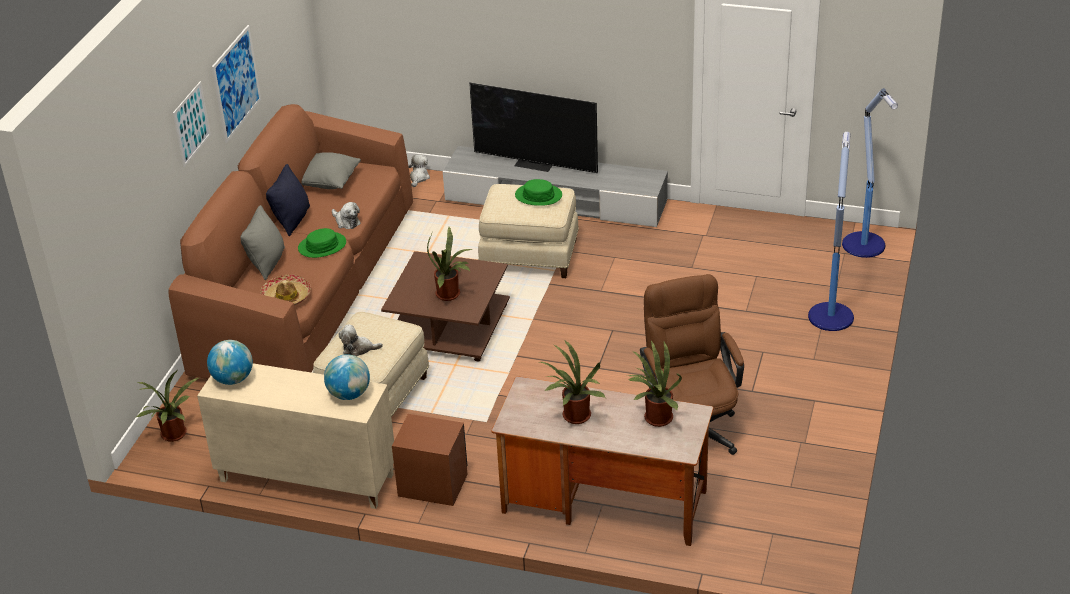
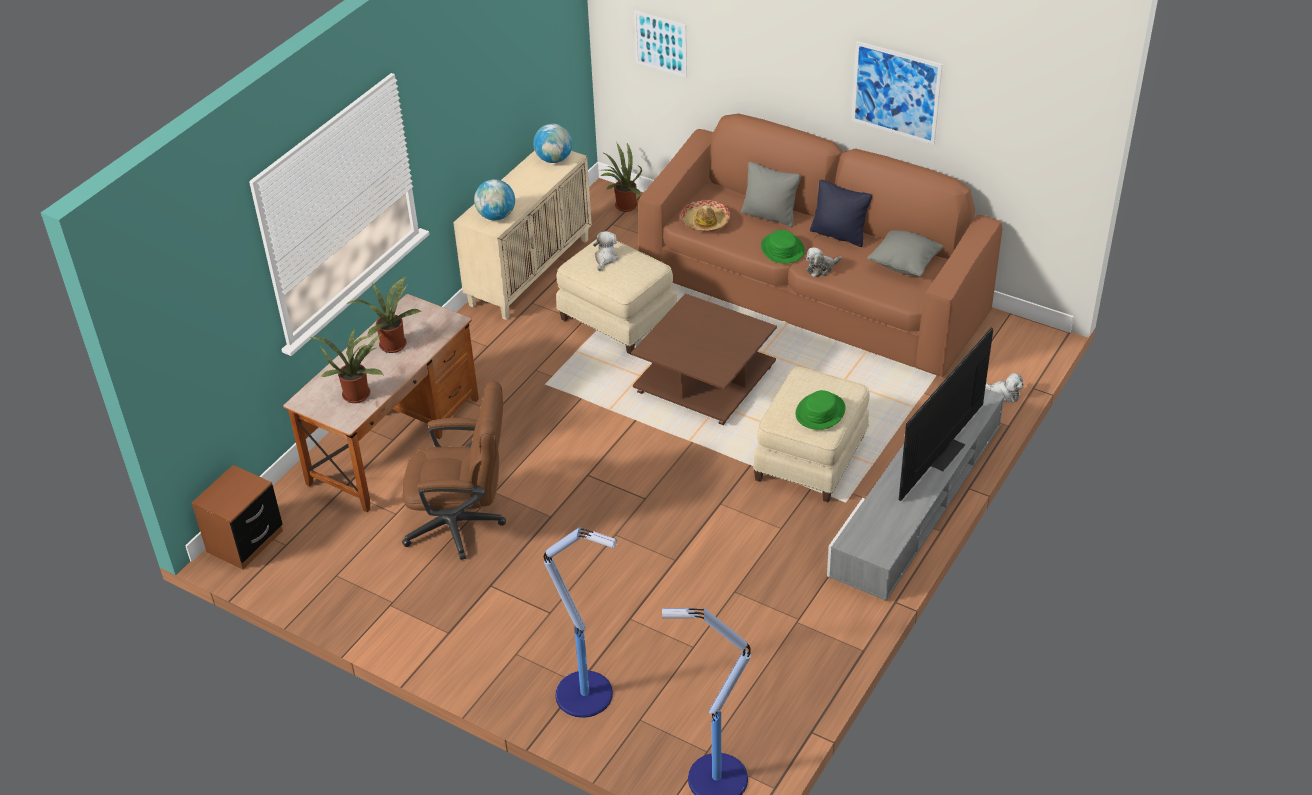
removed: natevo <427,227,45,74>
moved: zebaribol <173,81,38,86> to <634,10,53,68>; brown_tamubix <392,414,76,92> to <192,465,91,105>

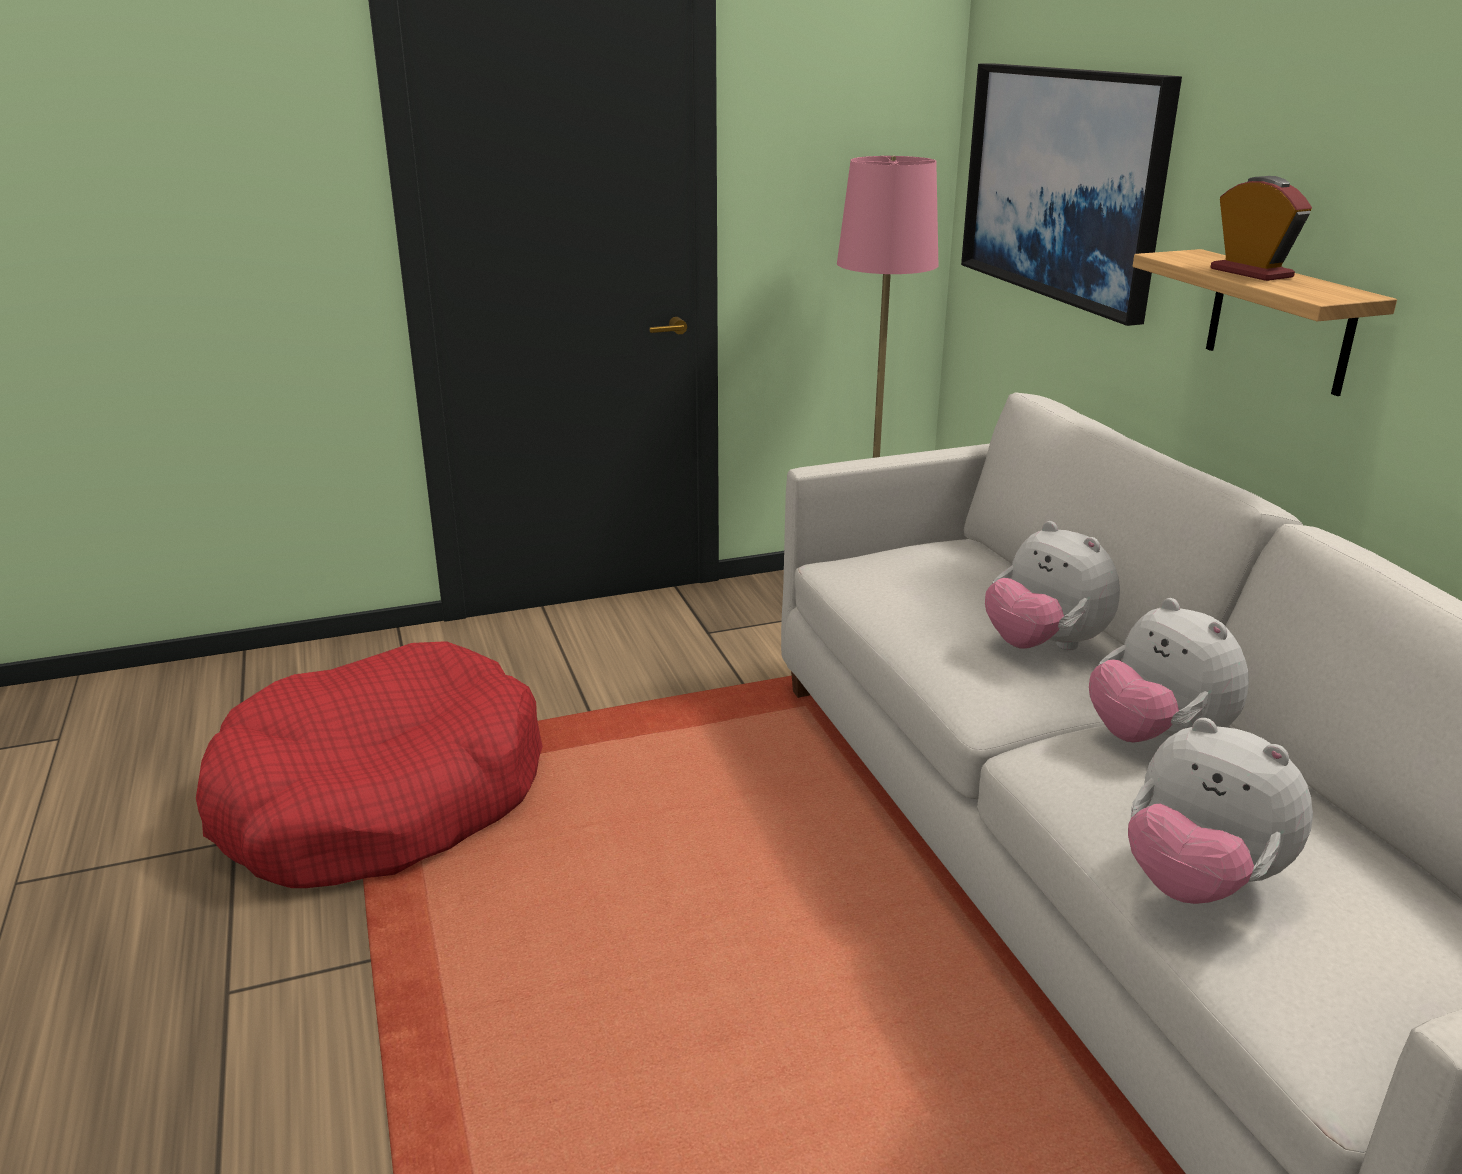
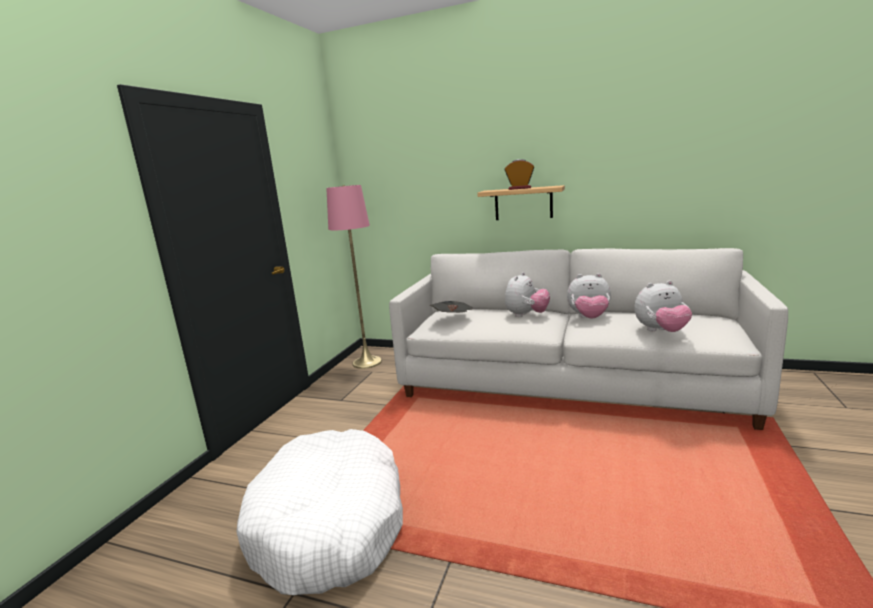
removed: zebaribol <961,63,221,263>
added: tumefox <430,301,43,12>
recoloured: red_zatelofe <196,641,347,247> to white_zatelofe <237,429,166,166>
turned: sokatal <985,521,135,129> = <505,272,45,45> 60 degrees counterclockwise

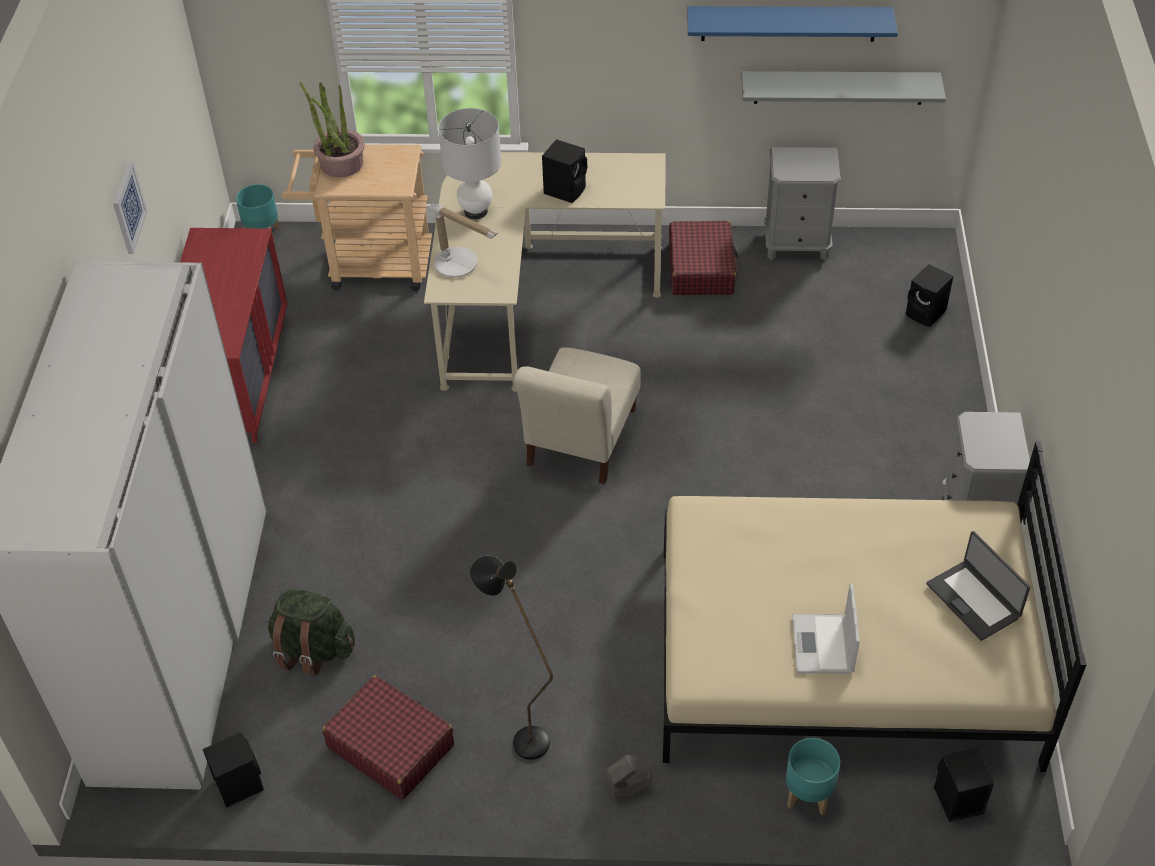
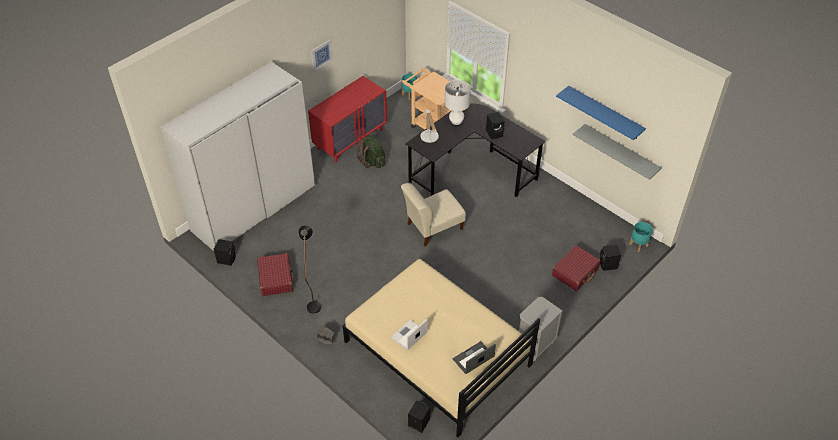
removed: natevo <300,82,65,96>; grey_tamubix <764,147,77,113>
moved: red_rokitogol <669,221,69,74> to <552,245,49,46>; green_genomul <268,589,87,86> to <356,135,29,33>; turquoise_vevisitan <786,738,54,77> to <629,222,24,30>
recoloured: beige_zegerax <424,152,242,240> to black_zegerax <405,104,141,93>
turned: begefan <926,531,104,110> = <453,341,43,33> 45 degrees clockwise

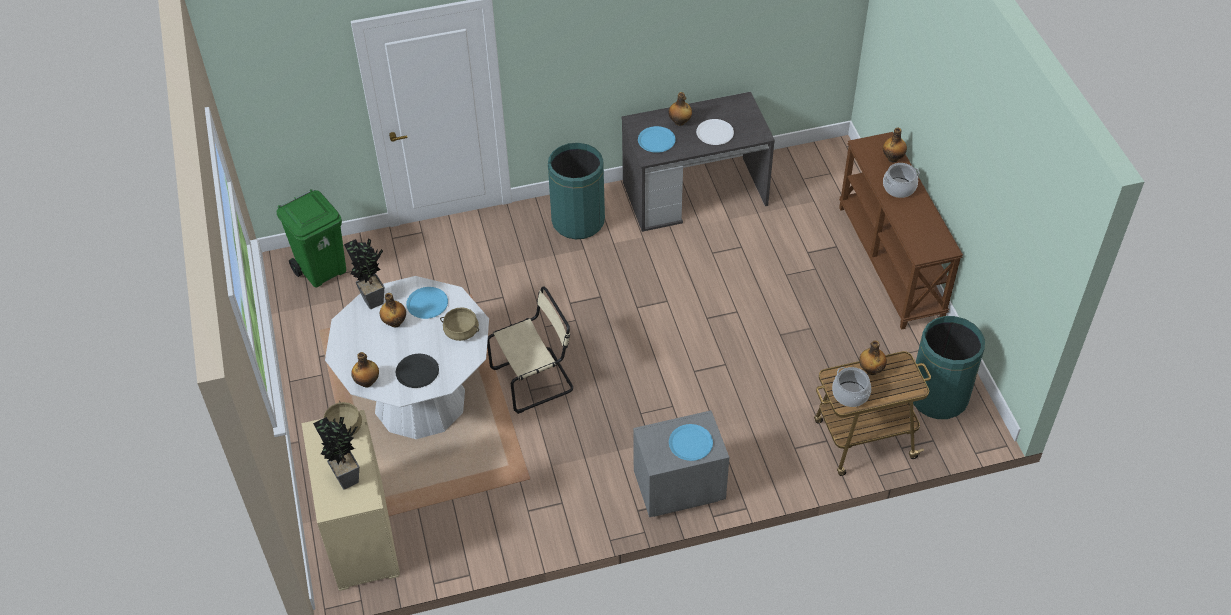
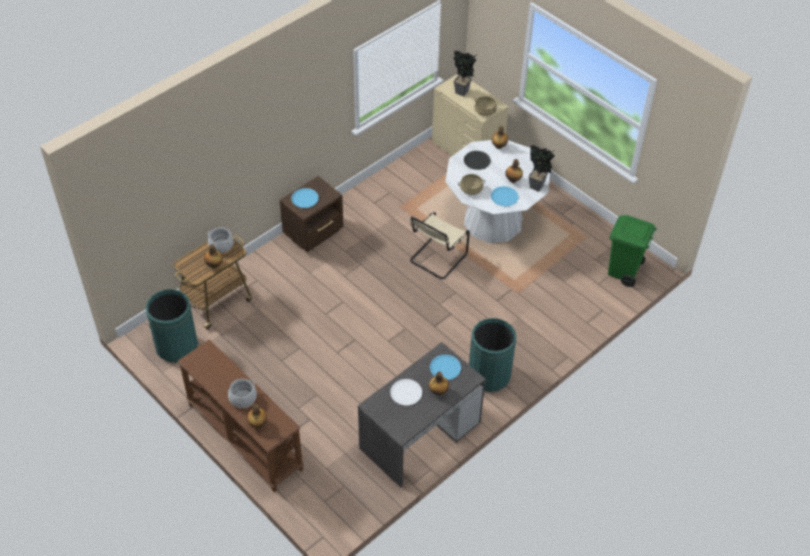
recoloured: grey_tamubix <633,410,96,107> to brown_tamubix <280,176,64,76>

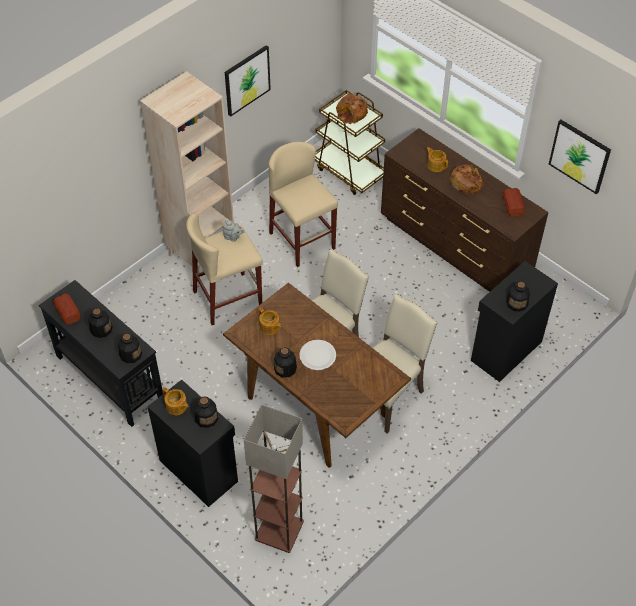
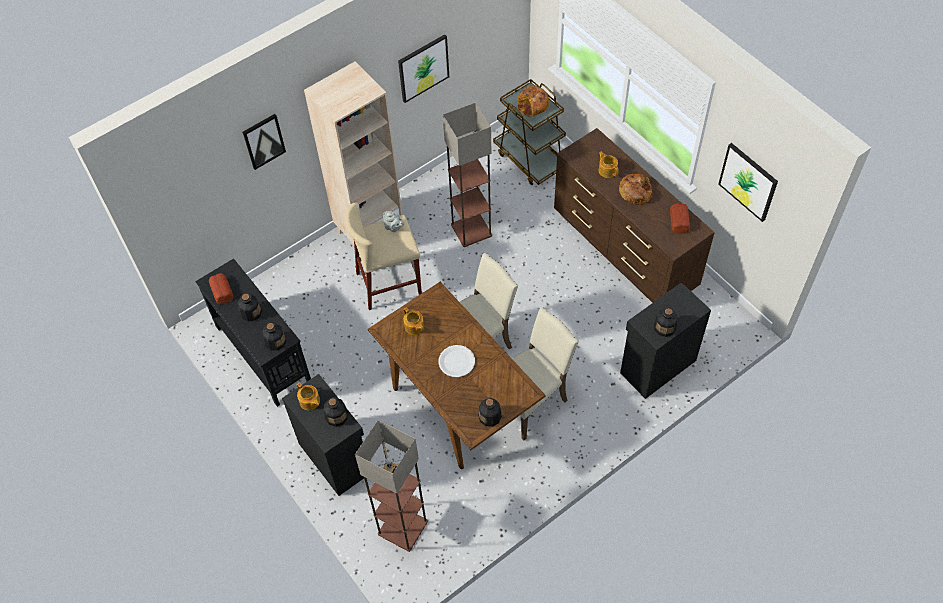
added: zebaribol <242,114,44,56>
moved: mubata <274,347,23,31> to <478,398,24,29>
replaced: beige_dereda <269,142,69,125> to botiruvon <443,102,49,145>

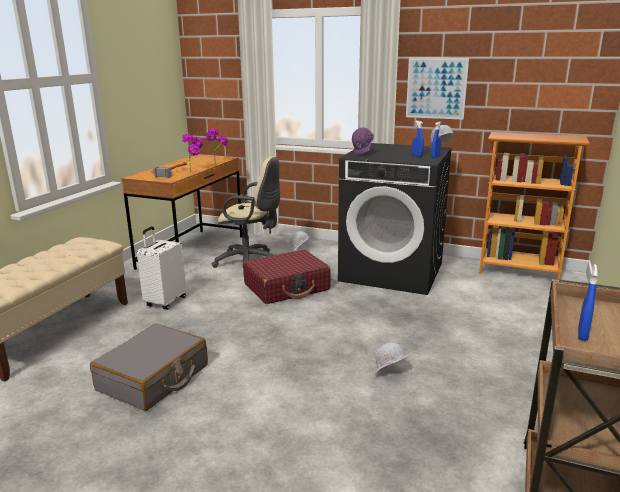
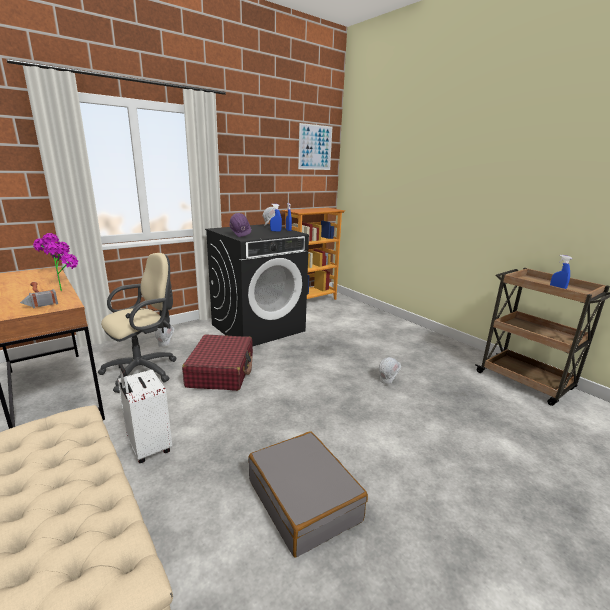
moved: zebaribol <406,58,63,62> to <298,123,34,47>

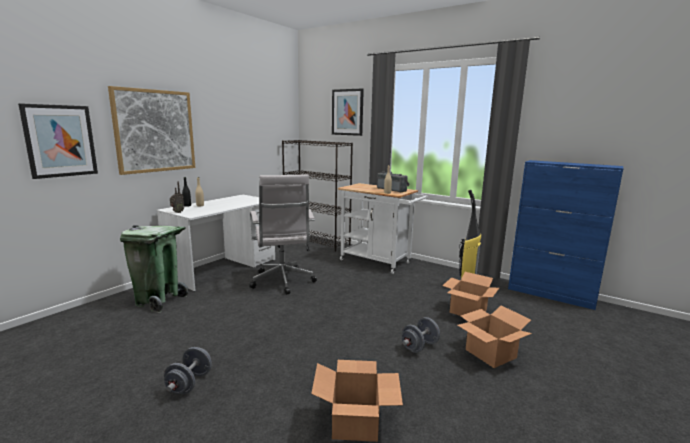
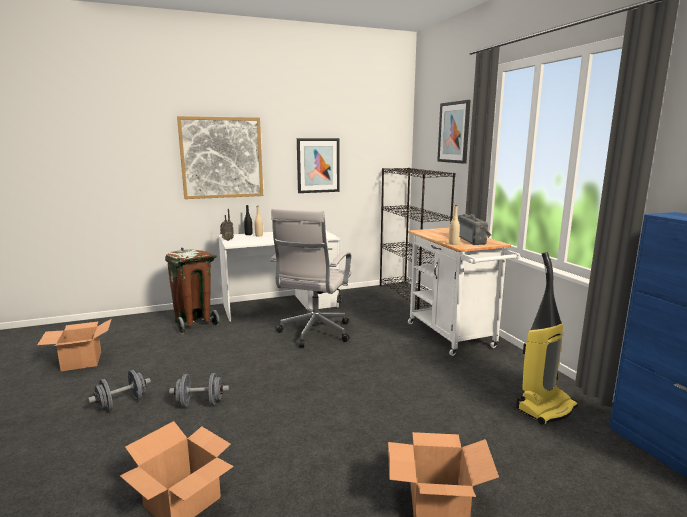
moved: zebaribol <18,103,80,76> to <297,138,43,55>; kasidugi <442,272,57,44> to <37,319,74,52>; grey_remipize <401,317,39,36> to <169,373,60,34>
recoloured: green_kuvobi <120,225,69,88> to brown_kuvobi <165,247,55,87>

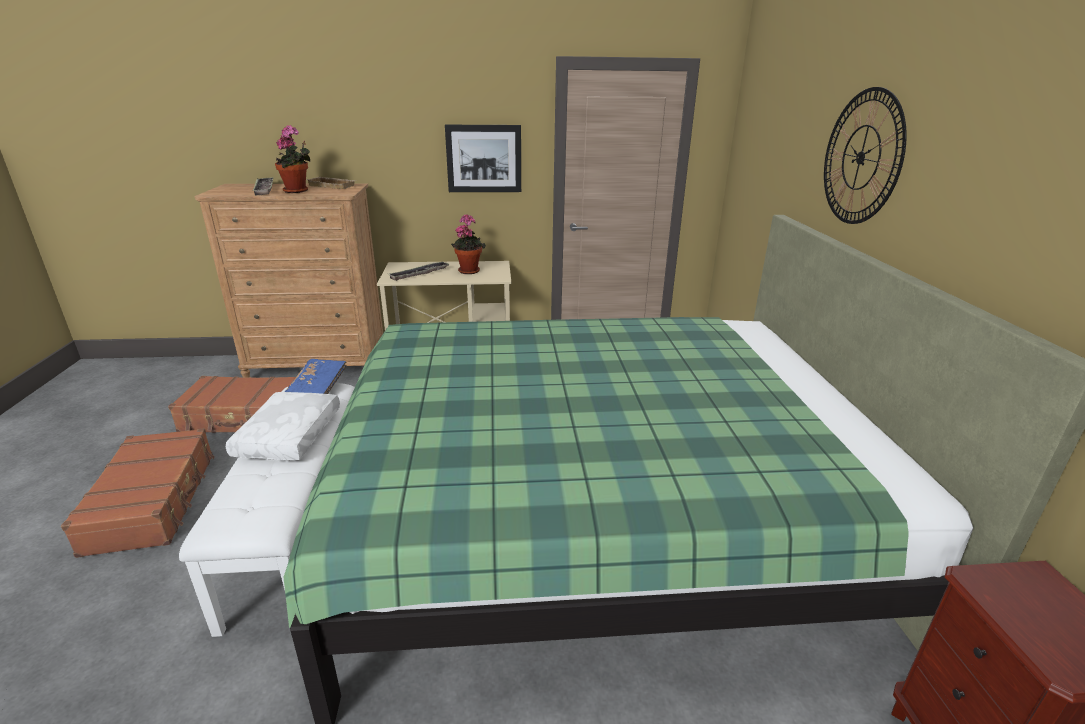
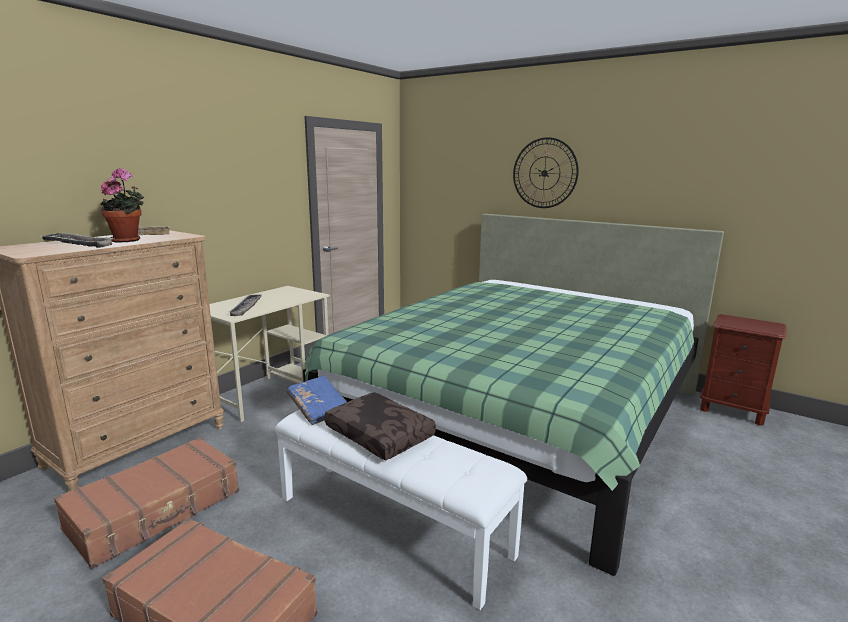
removed: zebaribol <445,125,76,67>; natevo <451,214,35,60>
recoloured: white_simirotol <226,392,114,68> to brown_simirotol <324,392,112,68>

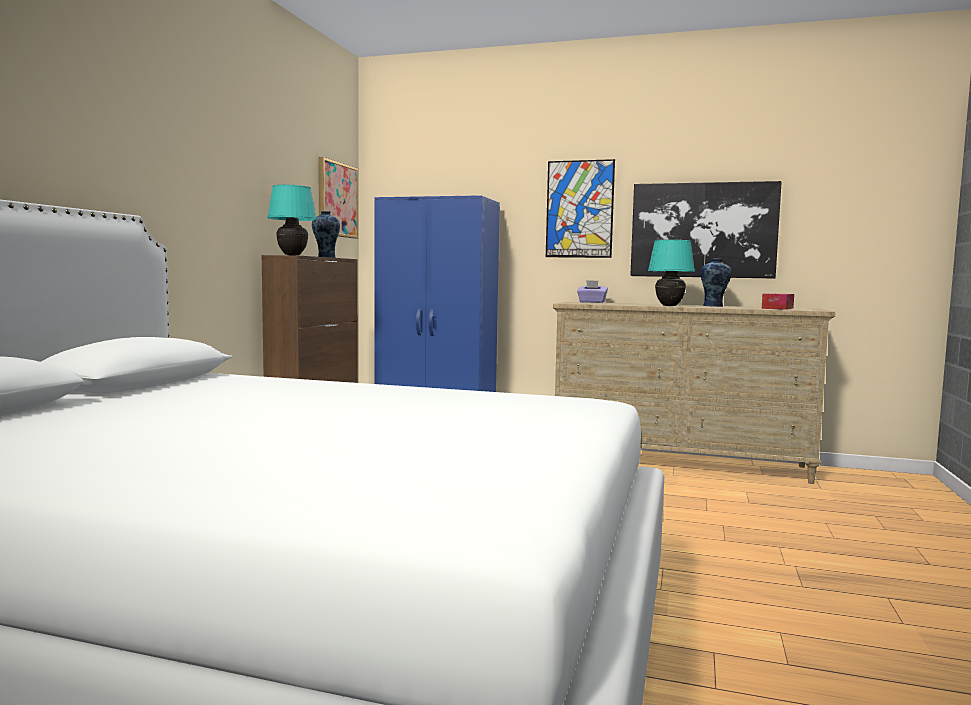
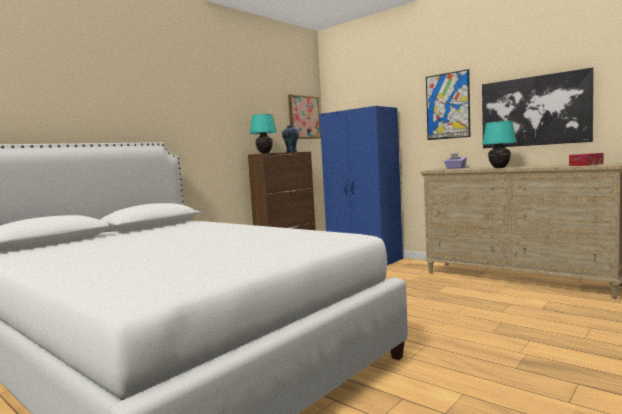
removed: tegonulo <700,258,32,49>

